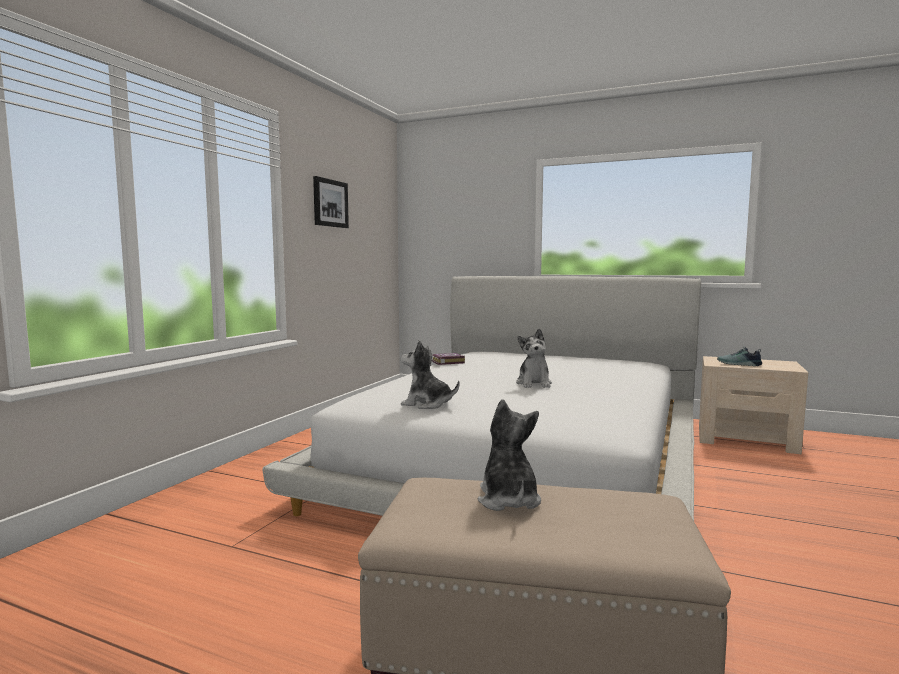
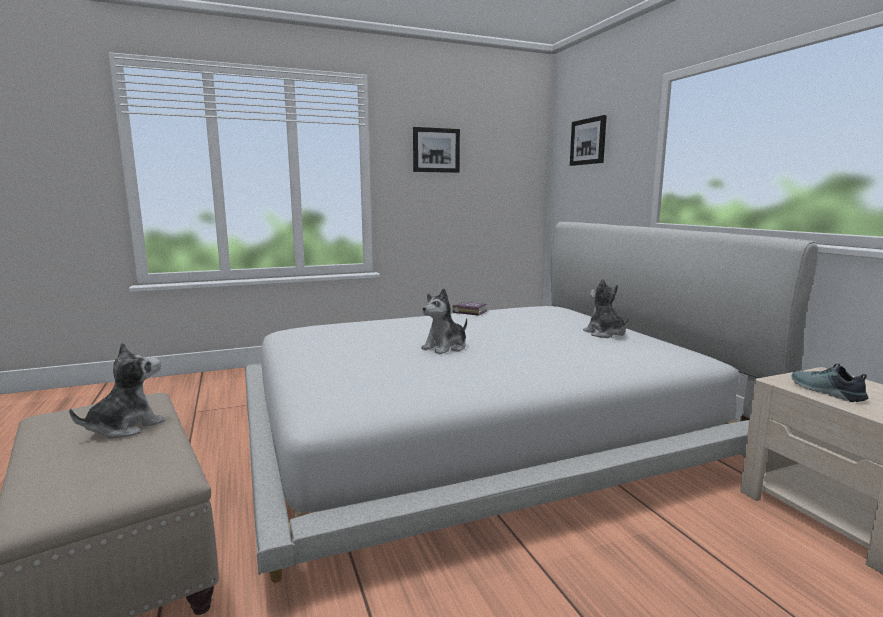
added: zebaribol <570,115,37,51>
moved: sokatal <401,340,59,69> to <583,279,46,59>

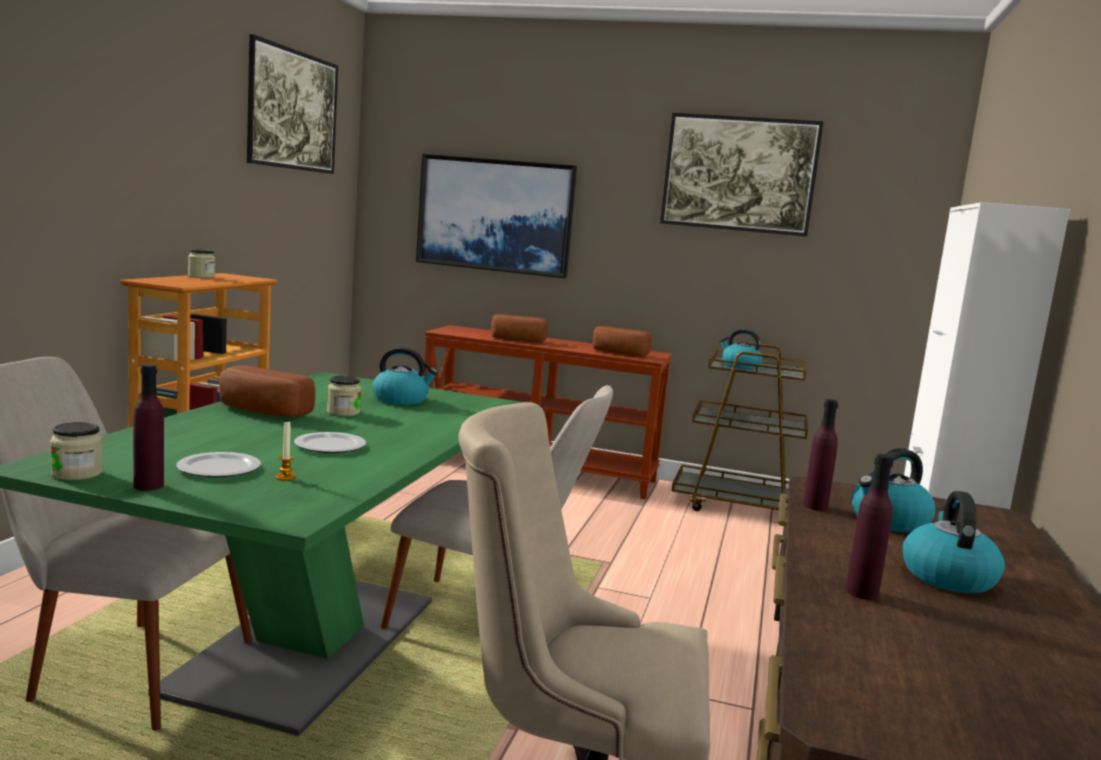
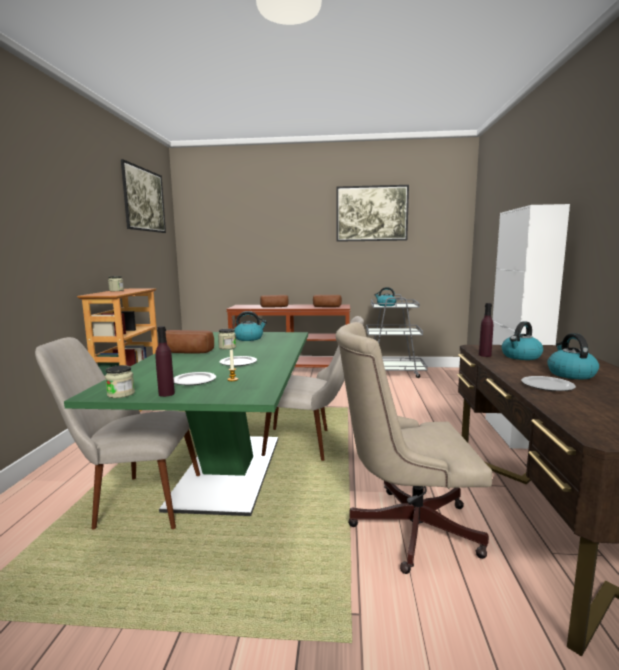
removed: zebaribol <416,154,161,124>
replaced: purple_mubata <845,454,48,146> to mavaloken <522,376,54,15>
recoloured: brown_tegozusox <672,342,136,174> to grey_tegozusox <366,294,62,84>

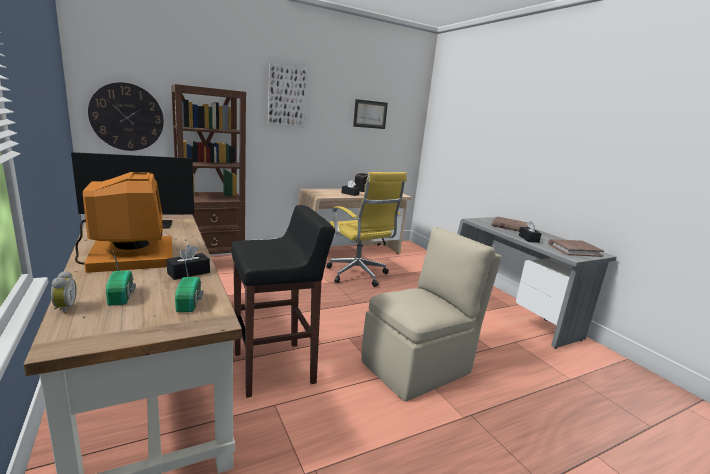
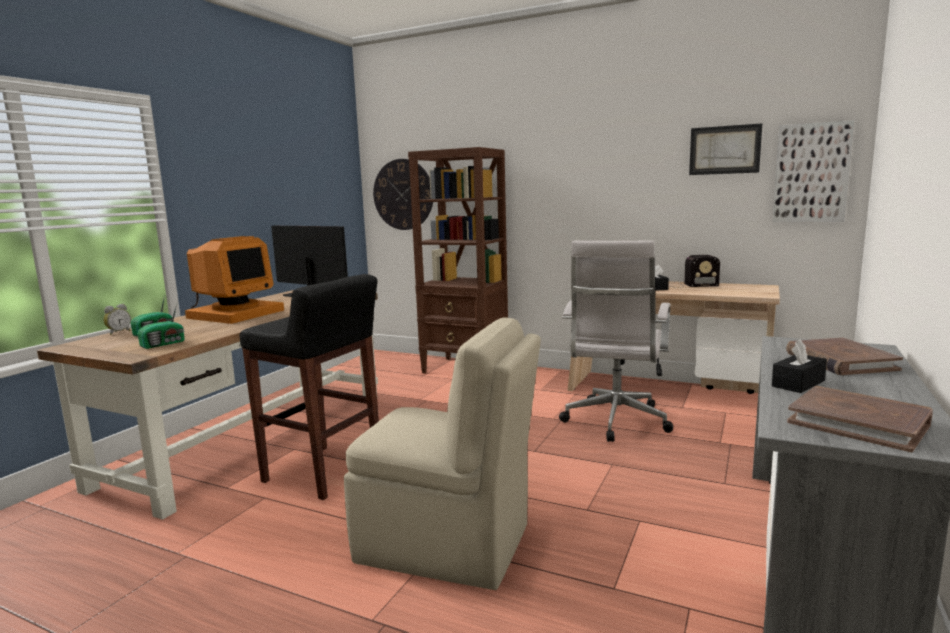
removed: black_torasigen <166,245,44,35>
moved: zebaribol <268,64,39,64> to <772,120,82,102>
recoloured: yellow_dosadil <326,172,81,115> to white_dosadil <559,240,114,202>

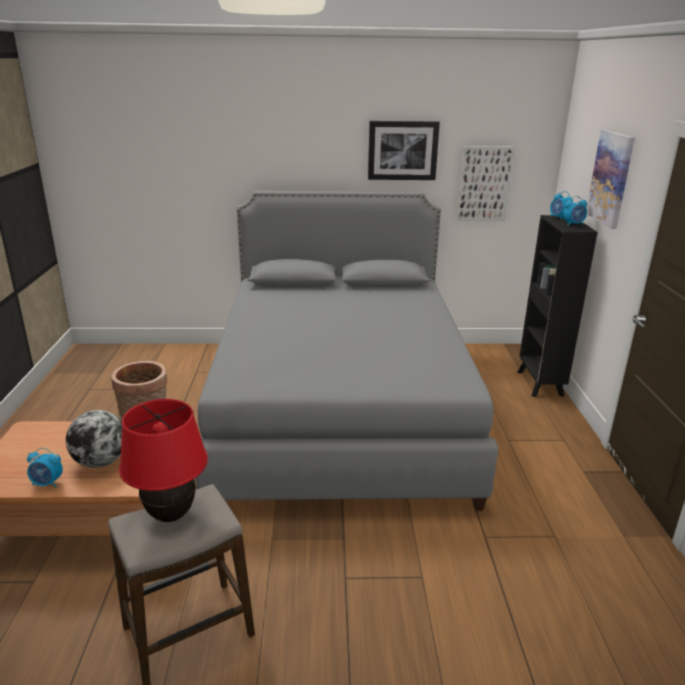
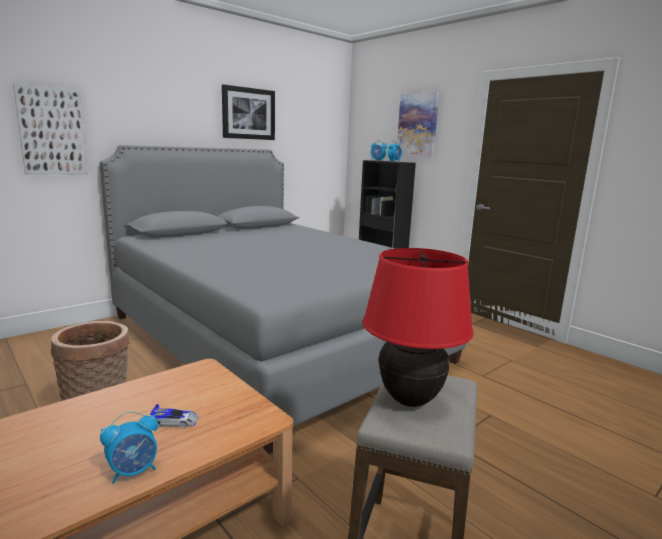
moved: zebaribol <457,146,57,75> to <13,83,75,92>
replaced: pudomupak <66,410,56,58> to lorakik <150,404,48,24>

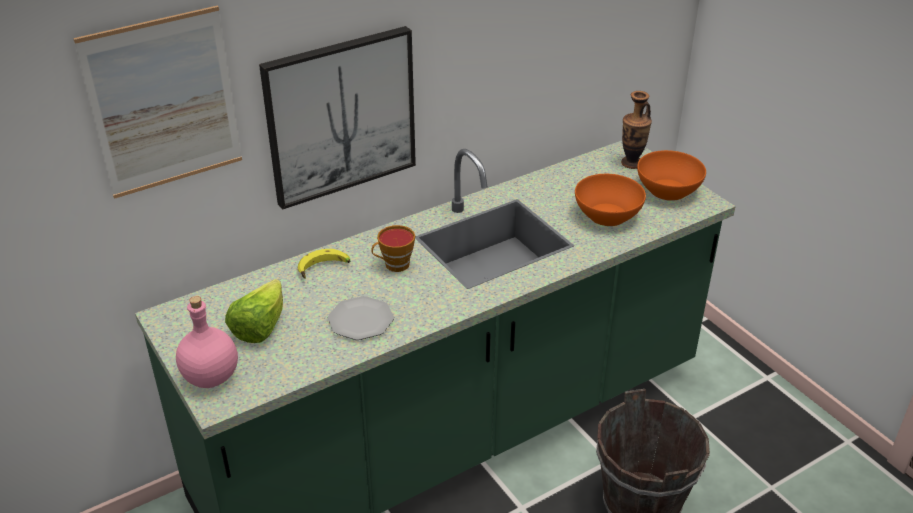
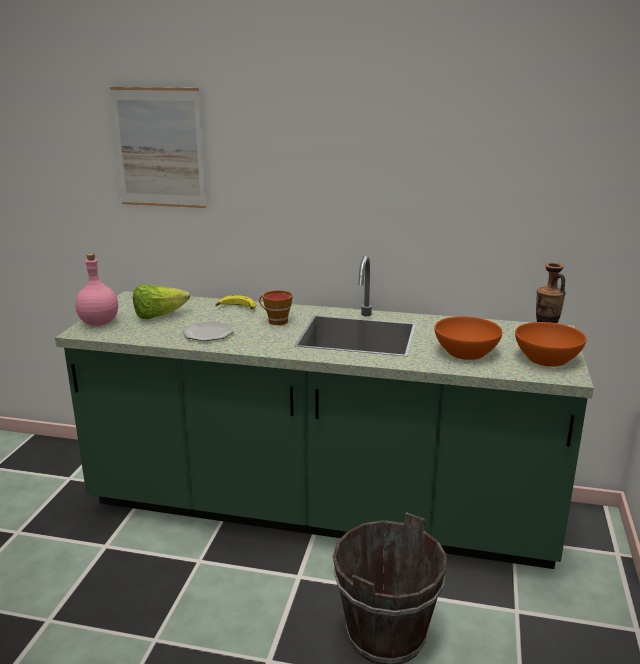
removed: zebaribol <259,26,157,184>

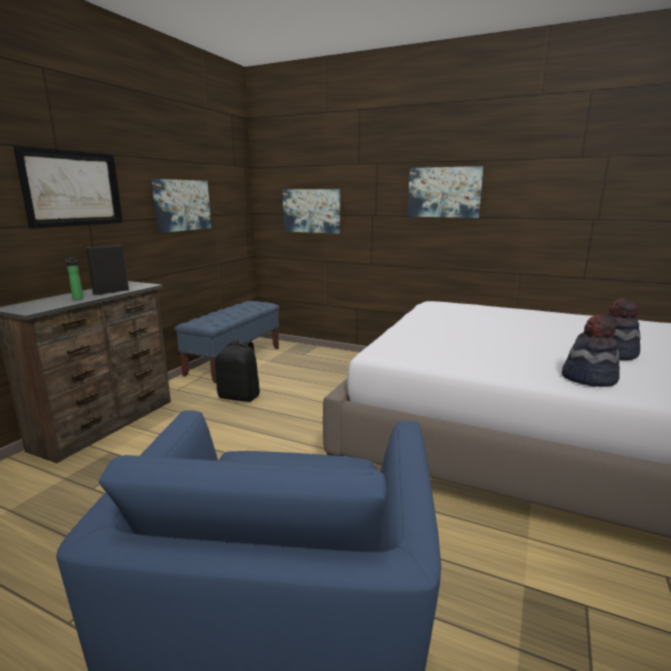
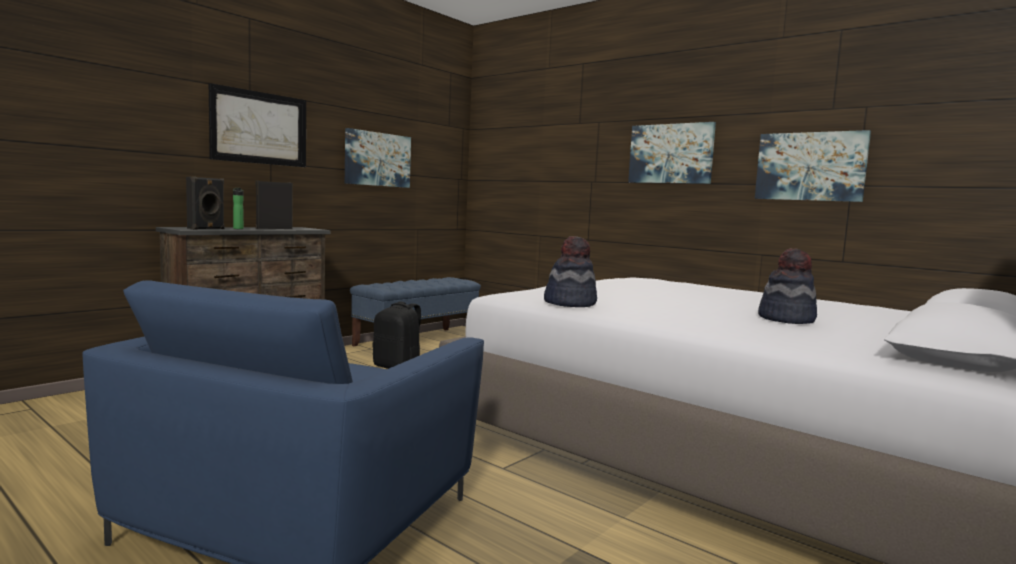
added: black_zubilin <186,176,39,54>
moved: zebaribol <282,189,58,45> to <755,130,116,72>; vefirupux <562,315,58,72> to <544,236,53,71>

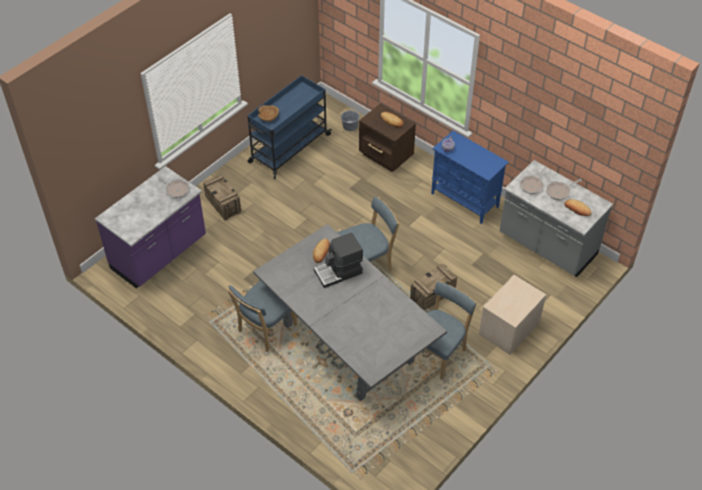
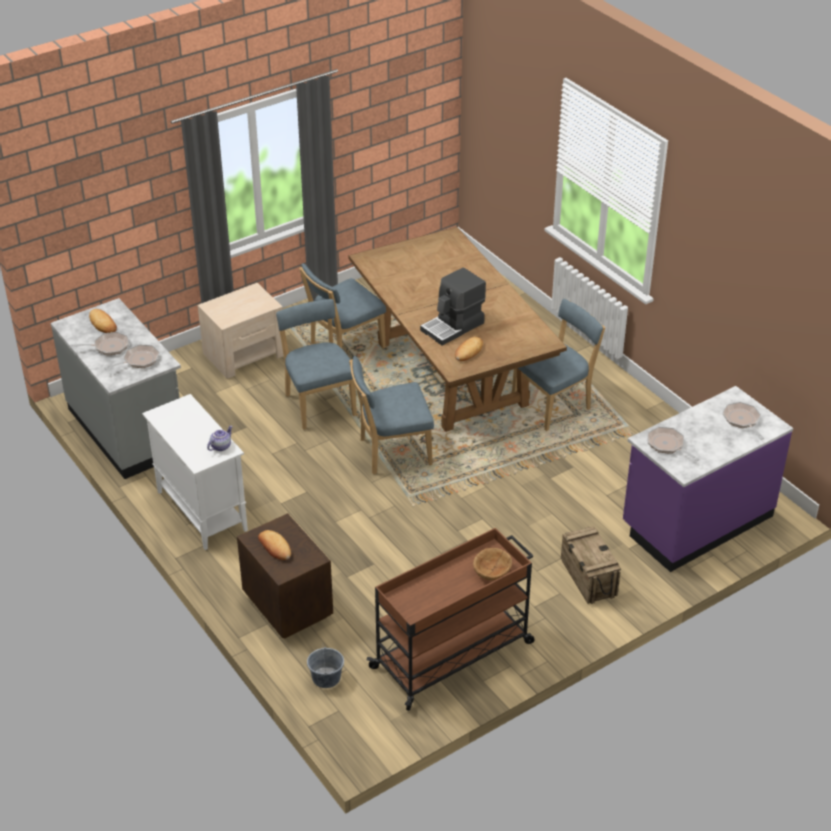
added: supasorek <723,402,41,38>
replaced: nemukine <410,264,47,47> to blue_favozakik <276,299,81,130>
recoloured: blue_tegozusox <247,75,85,104> to brown_tegozusox <367,528,168,183>; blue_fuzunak <431,131,78,93> to white_fuzunak <142,394,106,156>; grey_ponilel <253,224,194,177> to brown_ponilel <348,227,219,205>
turned: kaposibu <314,232,49,56> = <420,267,66,78> 150 degrees clockwise

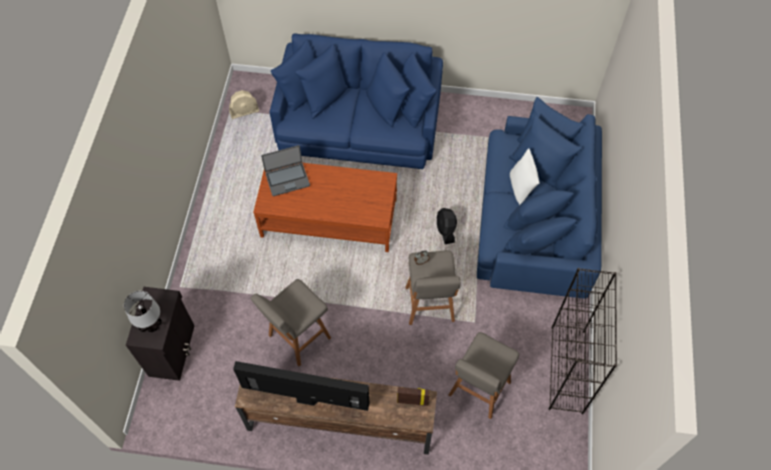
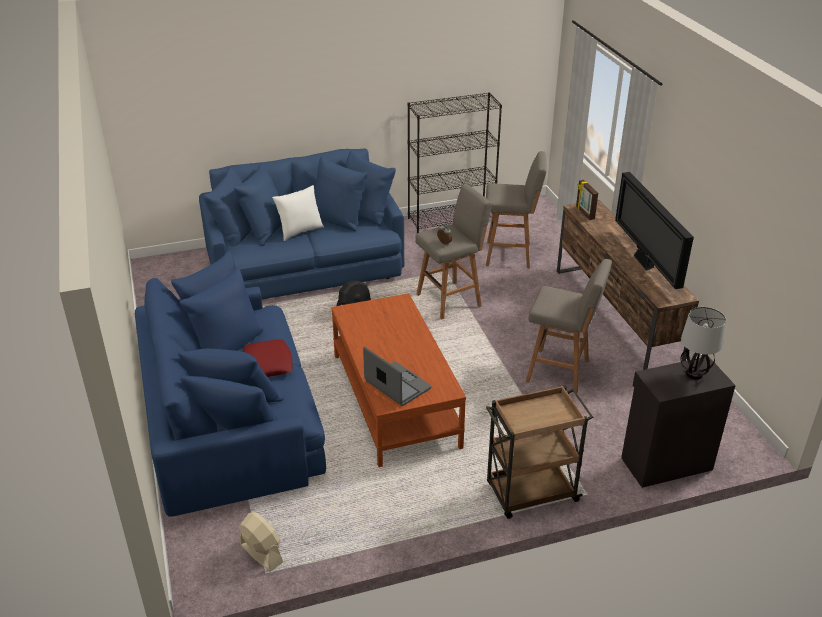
added: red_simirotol <243,339,50,38>; brown_tegozusox <486,385,107,134>

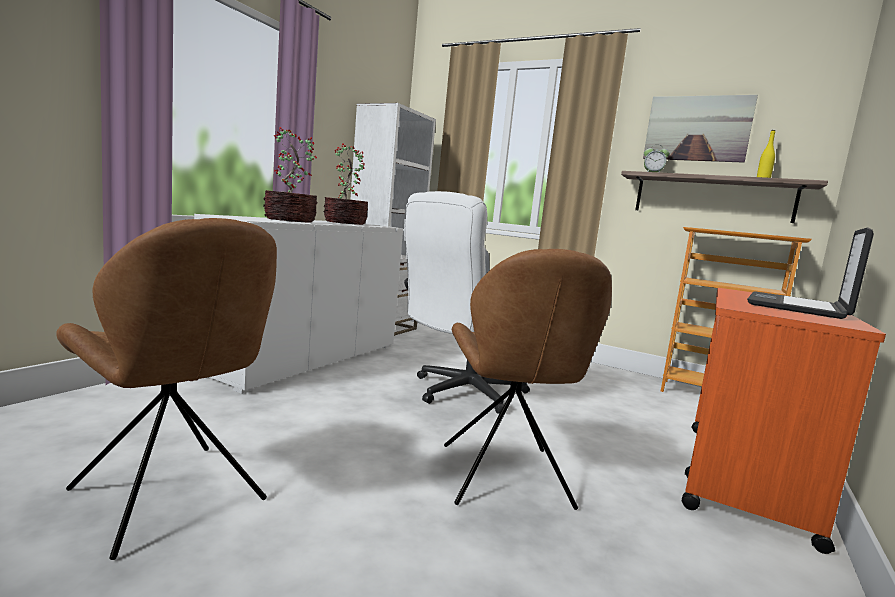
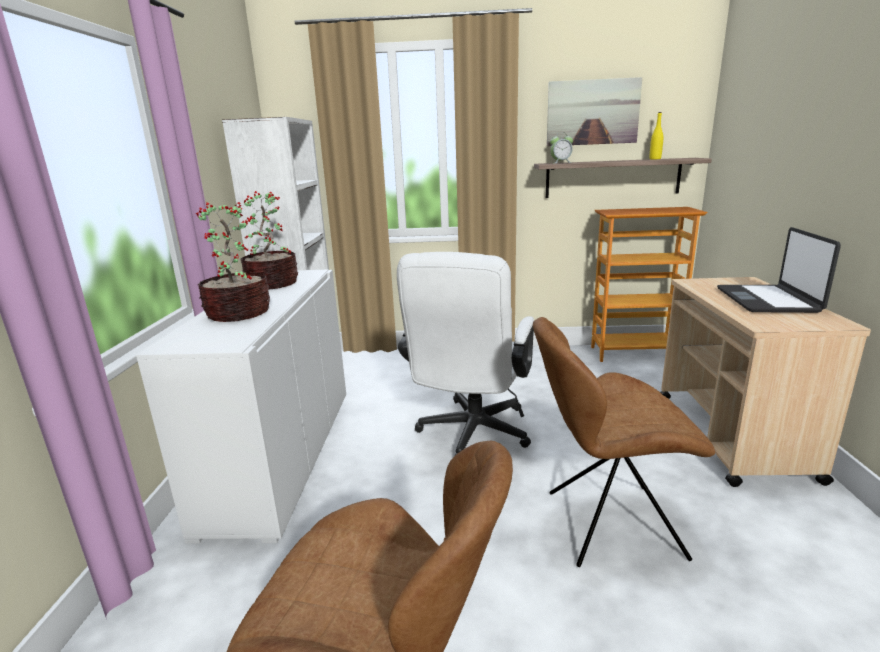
recoloured: orange_tegozusox <681,288,205,266> to beige_tegozusox <660,277,211,210>
turned: brown_favozakik <444,249,168,261> = <533,317,182,250> 120 degrees clockwise

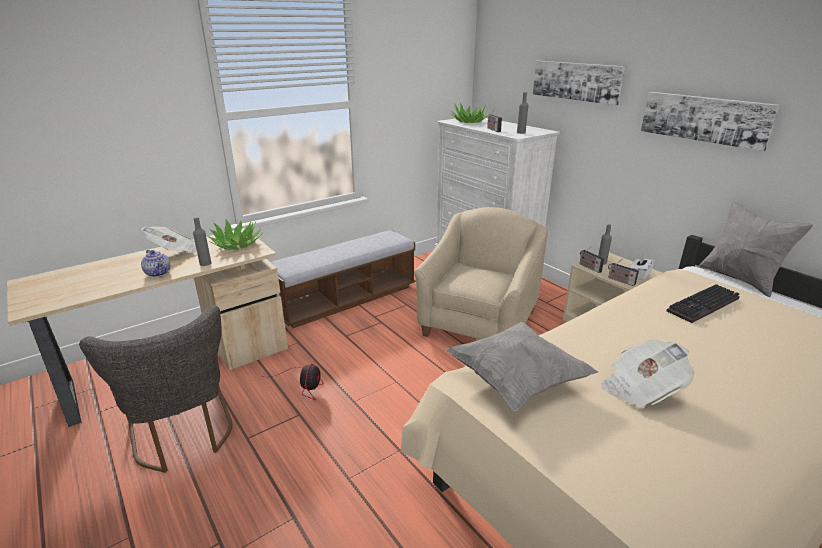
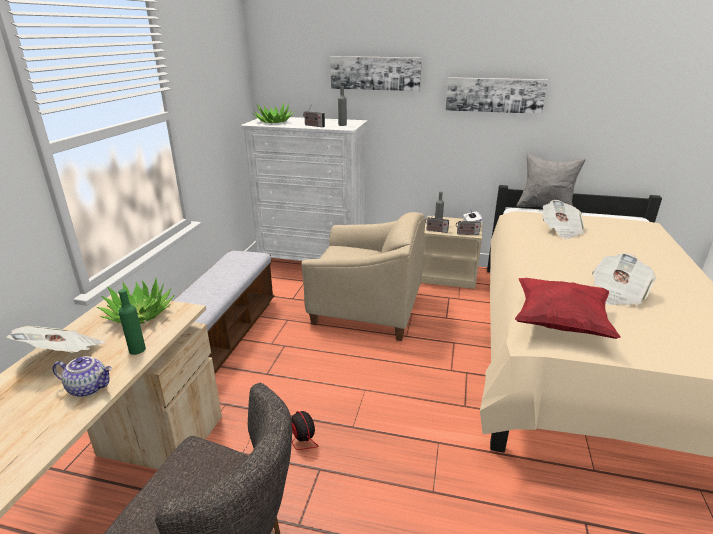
replaced: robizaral <667,284,73,39> to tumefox <542,200,43,39>
recoloured: grey_mubata <193,217,18,49> to green_mubata <118,289,28,66>; grey_simirotol <446,322,152,89> to red_simirotol <515,278,106,61>
turned: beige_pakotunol <414,207,134,132> = <301,212,124,129> 120 degrees clockwise

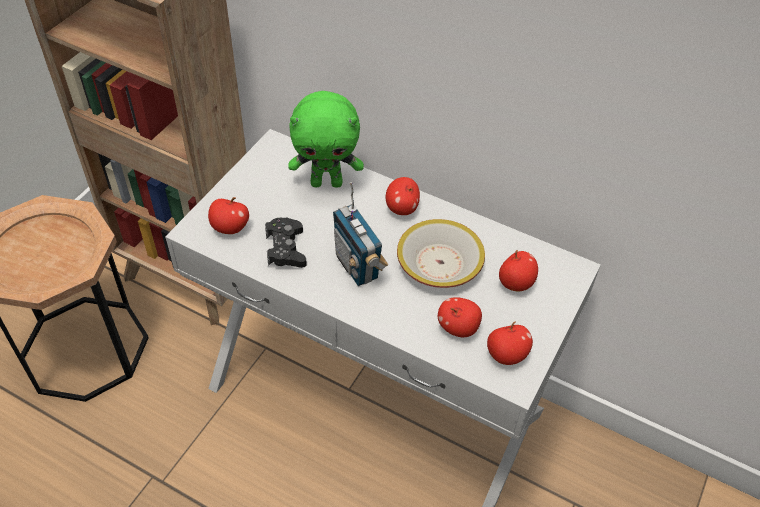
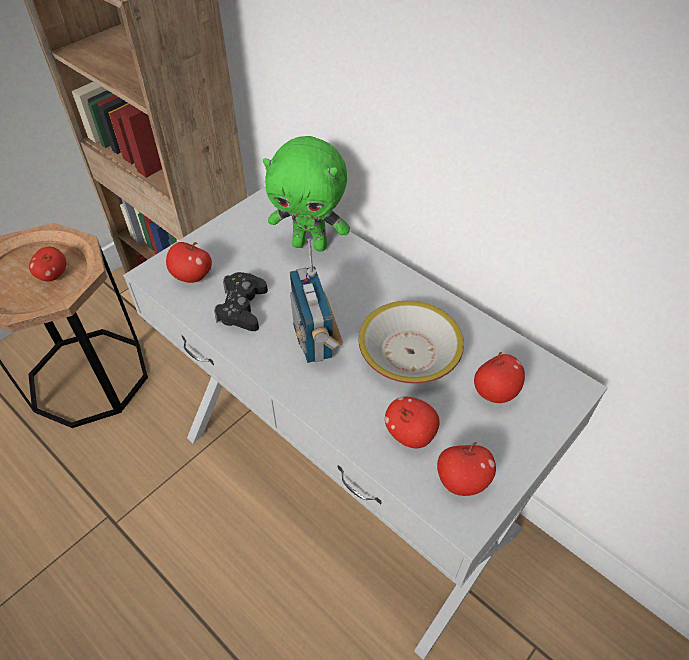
moved: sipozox <386,177,34,38> to <29,247,37,34>

